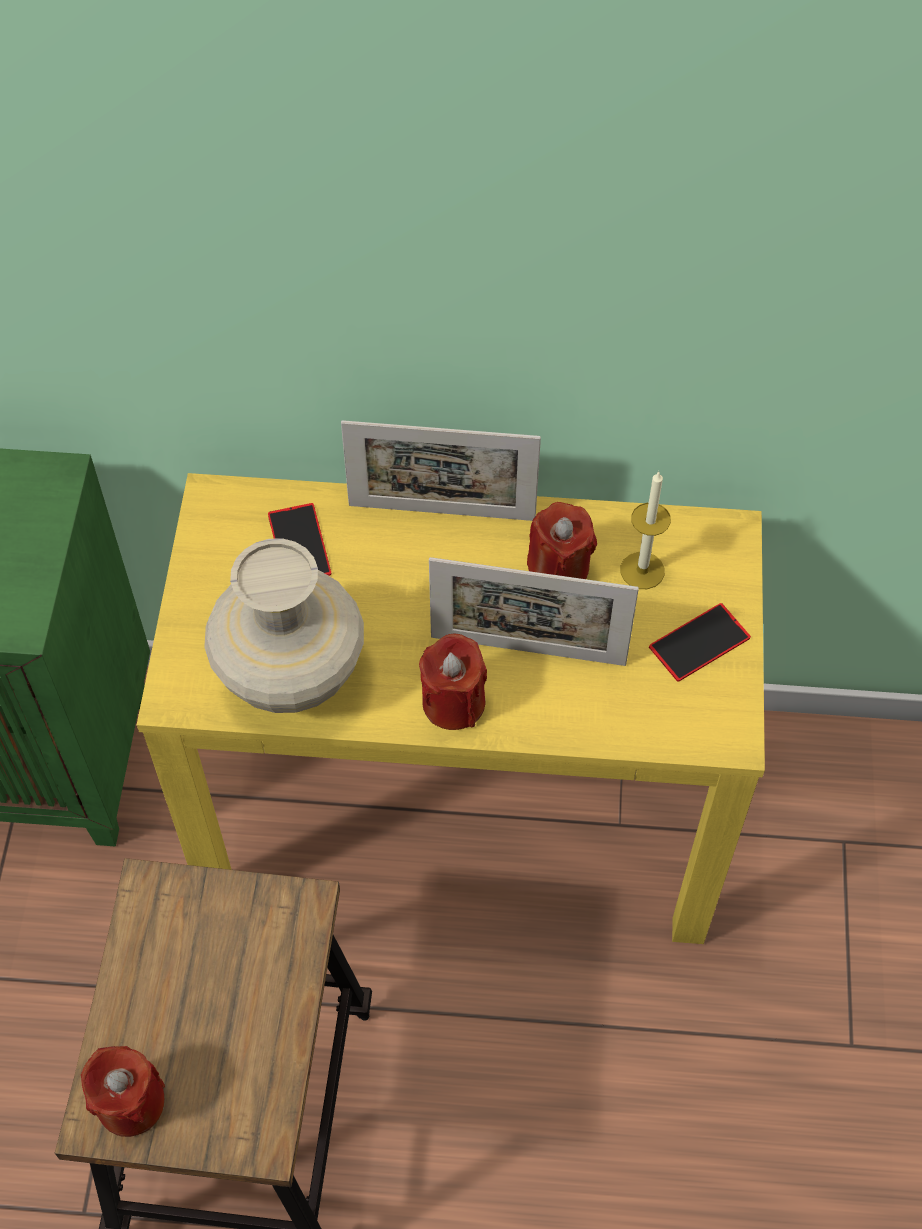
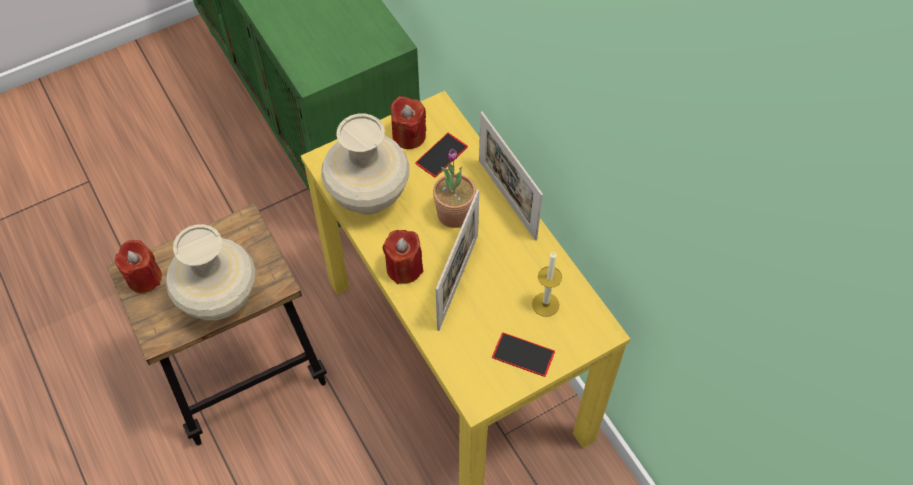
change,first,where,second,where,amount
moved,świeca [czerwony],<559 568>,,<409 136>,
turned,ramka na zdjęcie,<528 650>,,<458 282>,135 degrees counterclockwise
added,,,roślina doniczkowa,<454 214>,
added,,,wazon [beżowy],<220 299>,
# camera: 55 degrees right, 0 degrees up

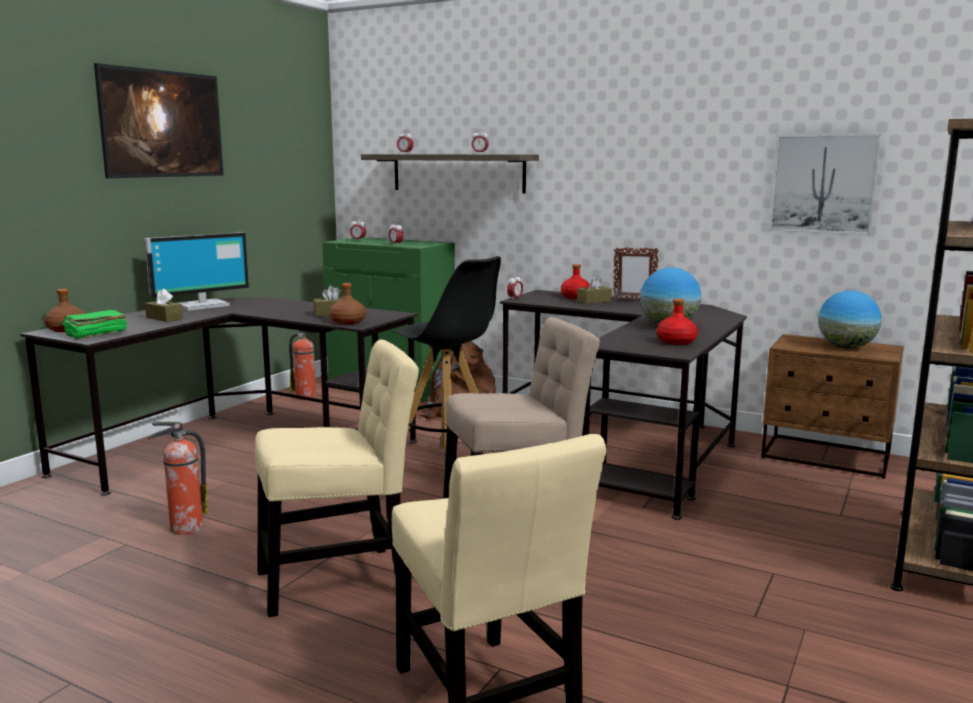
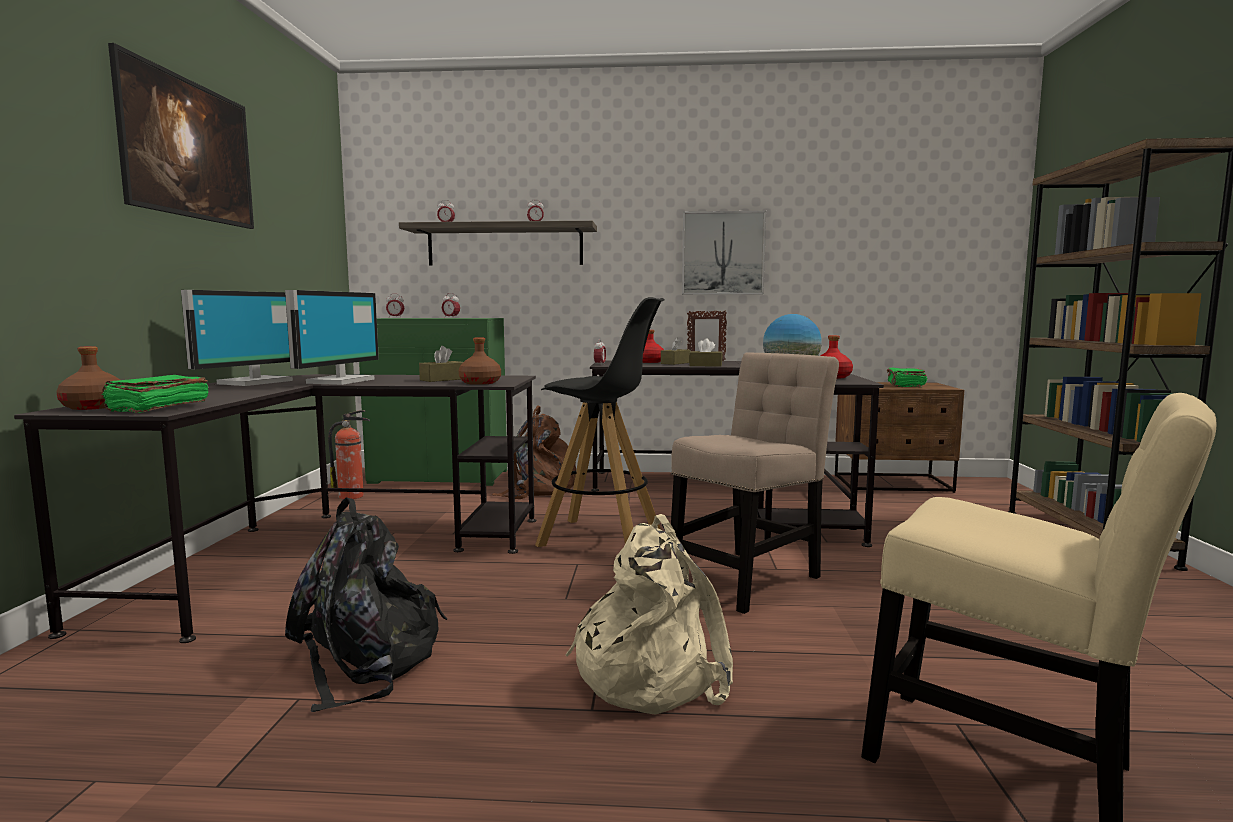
change,first,where,second,where,amount
moved,obraz,<823 184>,,<723 253>,
moved,pudełko chusteczek [brązowy],<164 318>,,<705 365>,
replaced,globus,<846 347>,książka [zielony],<905 385>,
replaced,krzesło [beżowy],<340 580>,plecak [beżowy],<651 673>,
replaced,gaśnica,<185 528>,plecak [czarny],<366 659>,
added,,,monitor,<338 381>,
# camera: 25 degrees left, 5 degrees down

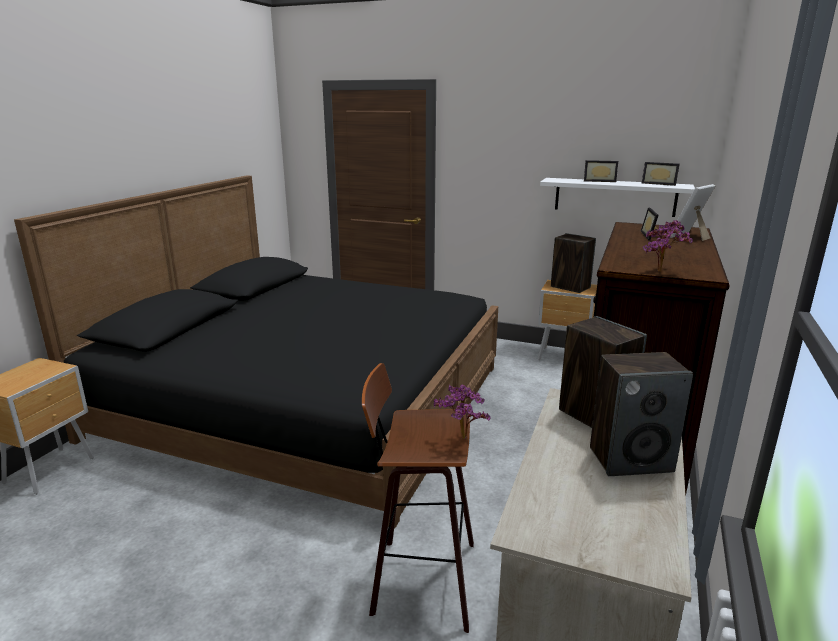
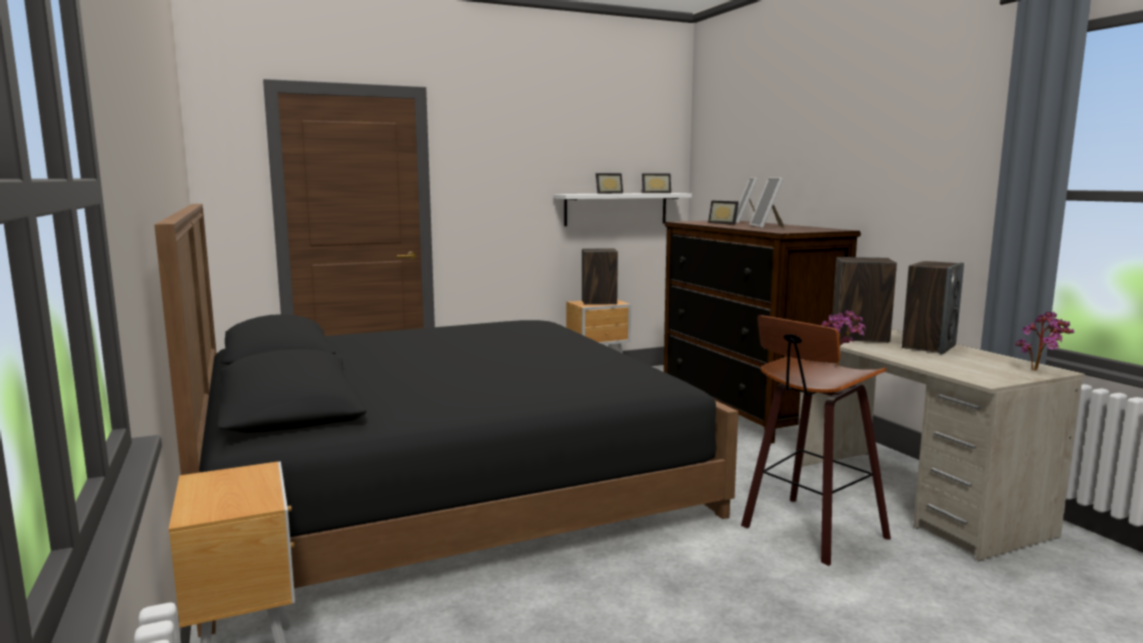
change,first,where,second,where,amount
moved,roślina doniczkowa,<662 272>,,<1039 370>,
added,,,ramka na zdjęcie,<767 226>,
# camera: 45 degrees left, 10 degrees down

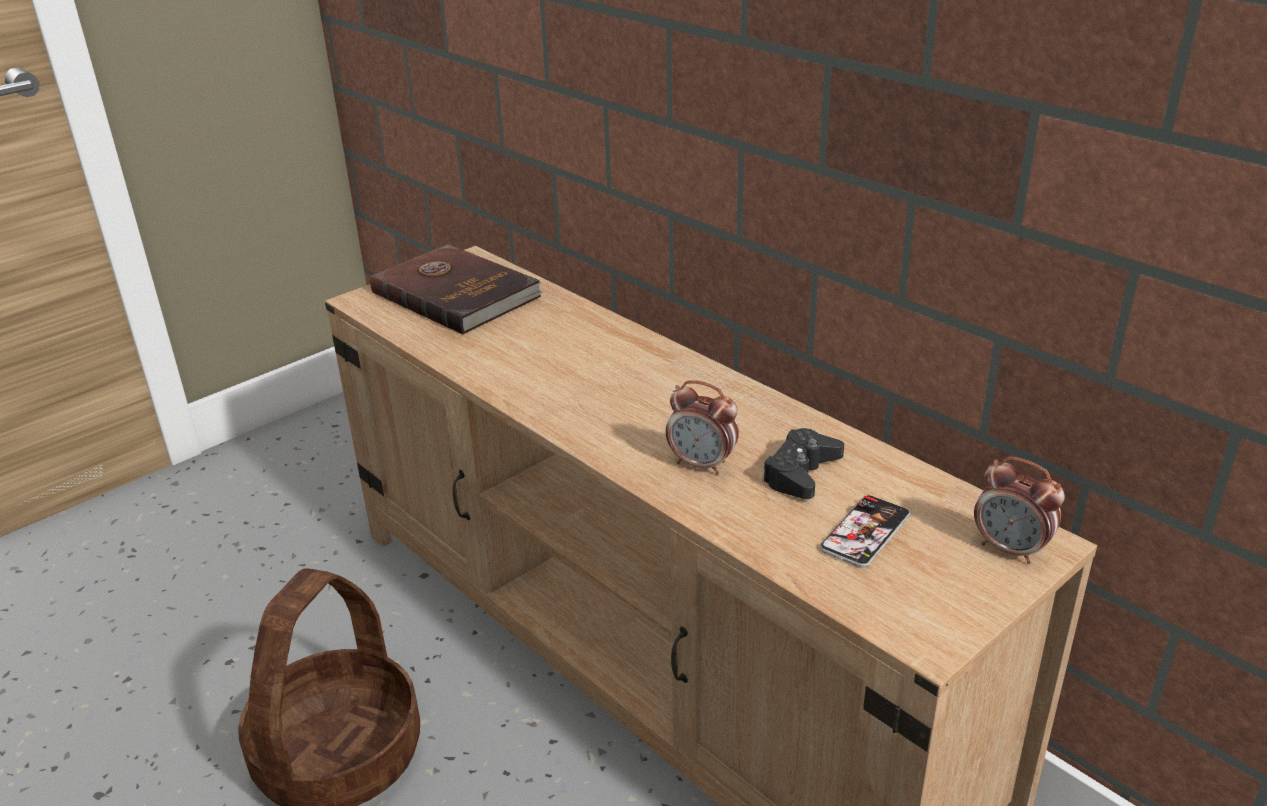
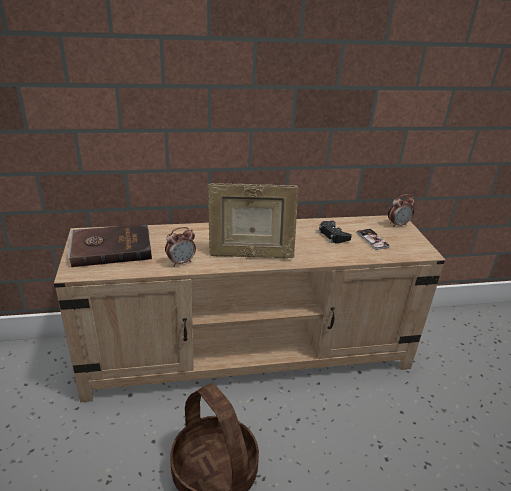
change,first,where,second,where,amount
moved,budzik,<702 464>,,<181 262>,
added,,,ramka na zdjęcie,<250 255>,
# camera: 60 degrees left, 0 degrees up

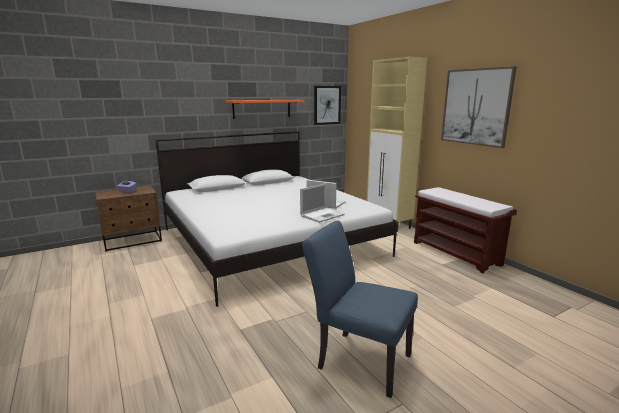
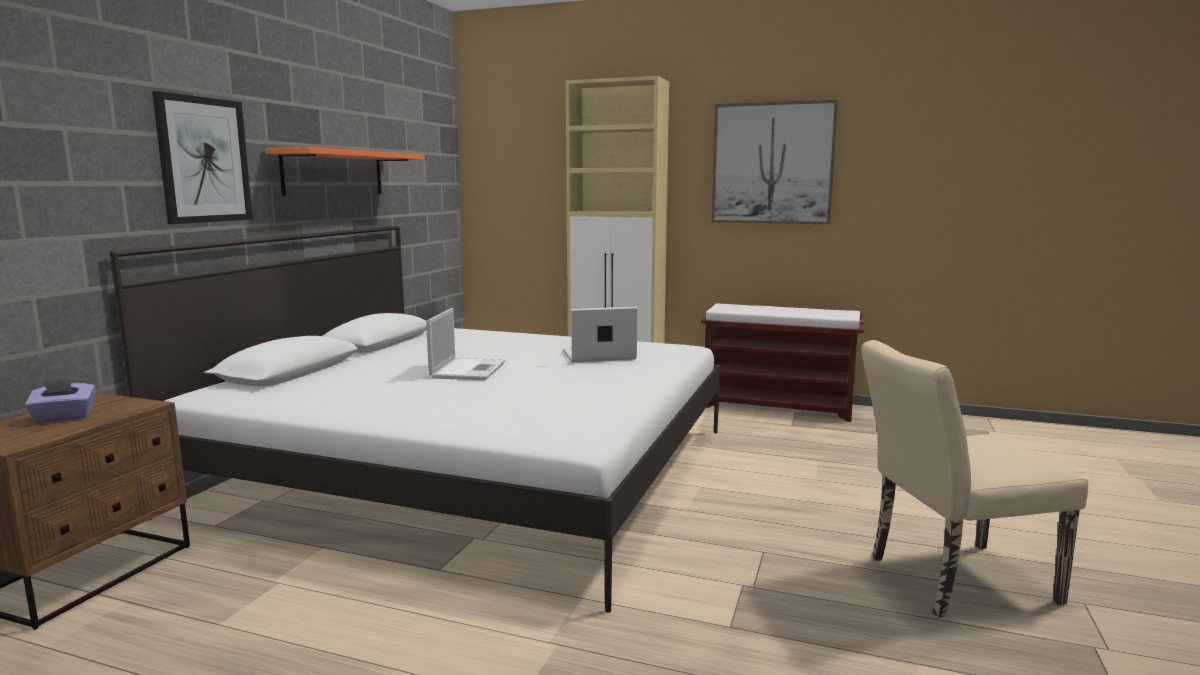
change,first,where,second,where,amount
moved,obraz,<327 105>,,<204 160>,
moved,laptop,<322 215>,,<468 370>,
recoloured,krzesło [niebieski],<357 359>,krzesło [beżowy],<949 580>,
# camera: 40 degrees left, 5 degrees down

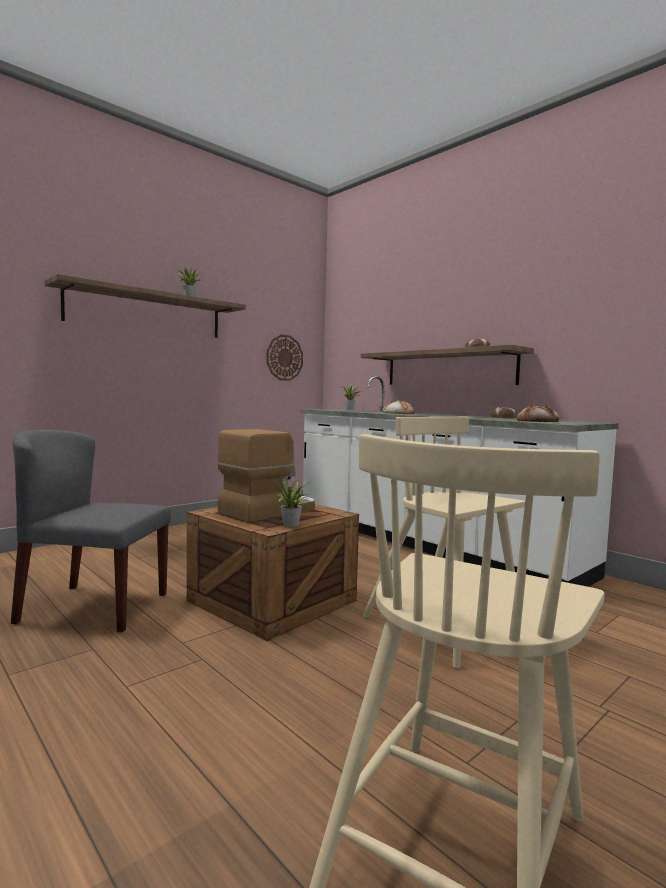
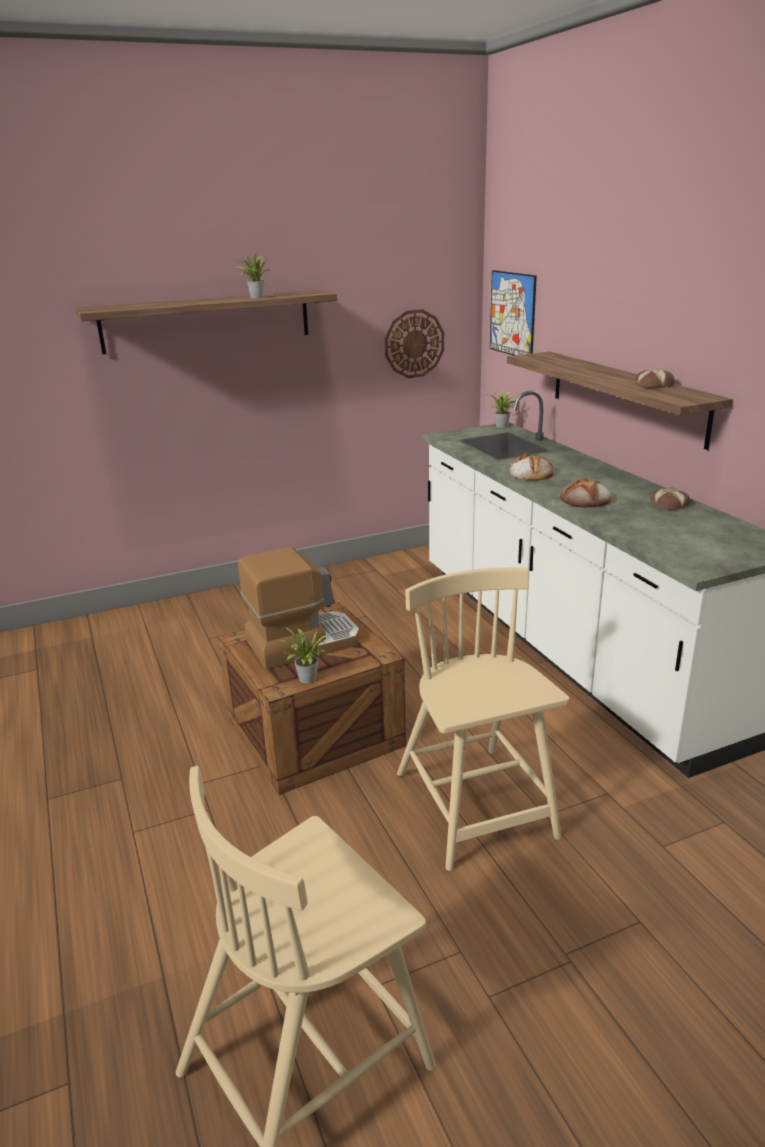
change,first,where,second,where,amount
moved,chleb,<537 421>,,<586 500>,
removed,krzesło [szary],<93 607>,,,
added,,,obraz,<512 314>,
# camera: 20 degrees right, 20 degrees up

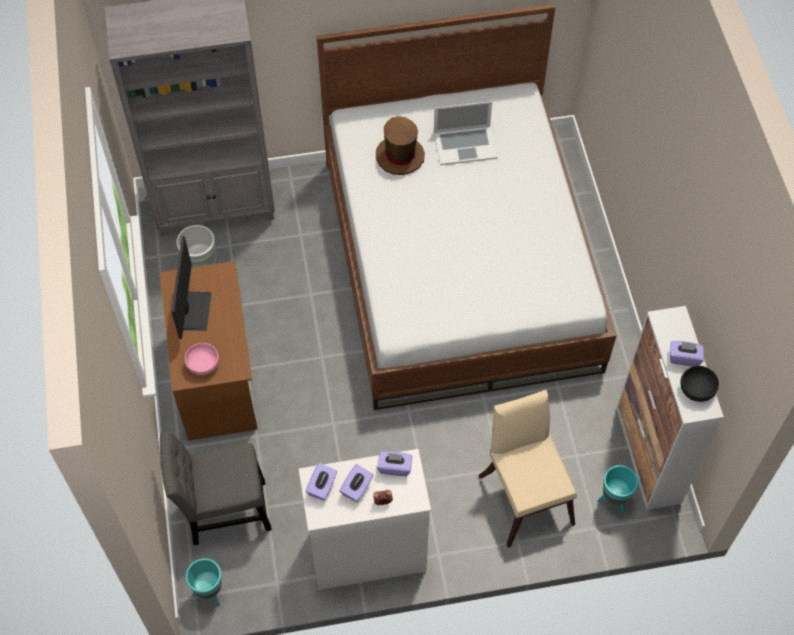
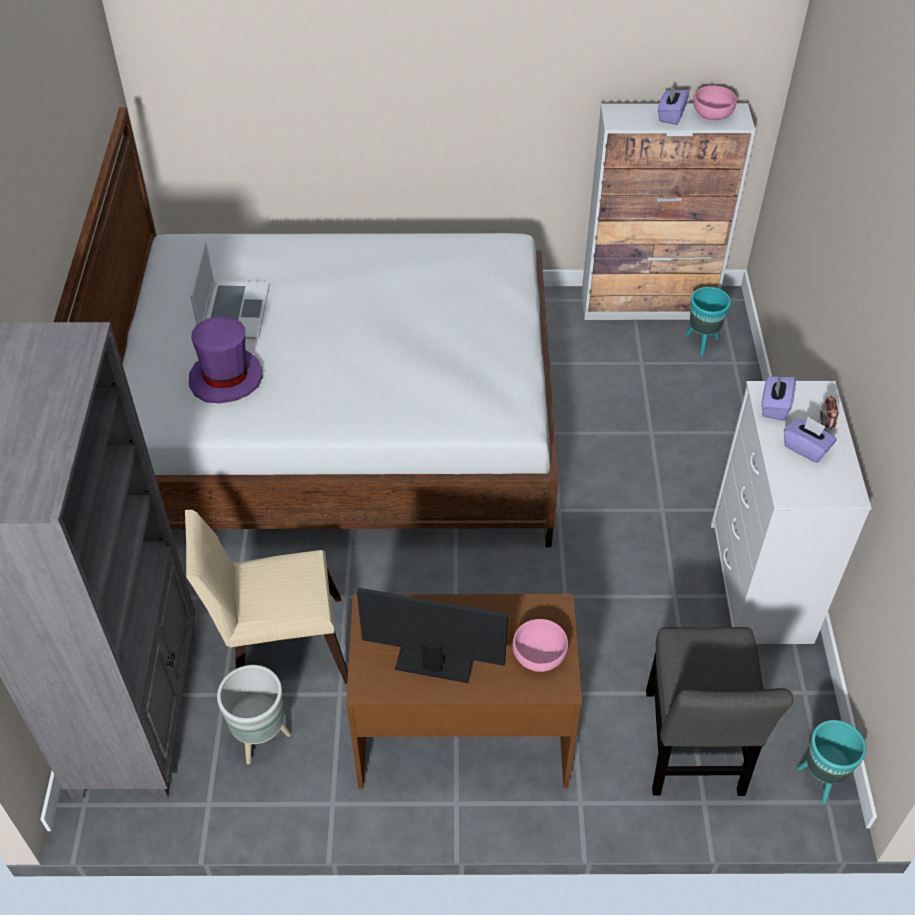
change,first,where,second,where,amount
recoloured,kapelusz [brązowy],<399 156>,kapelusz [fioletowy],<226 378>,
recoloured,miska [czarny],<697 389>,miska [różowy],<712 113>,
moved,krzesło [beżowy],<525 493>,,<278 646>,
removed,pudełko chusteczek [fioletowy],<322 487>,,,
# camera: 80 degrees left, 10 degrees down

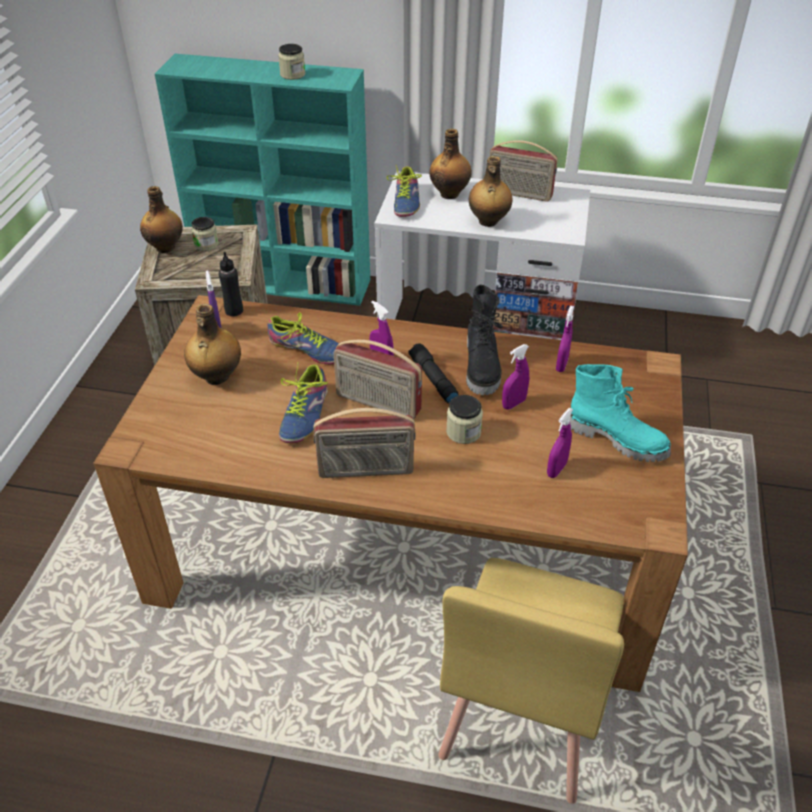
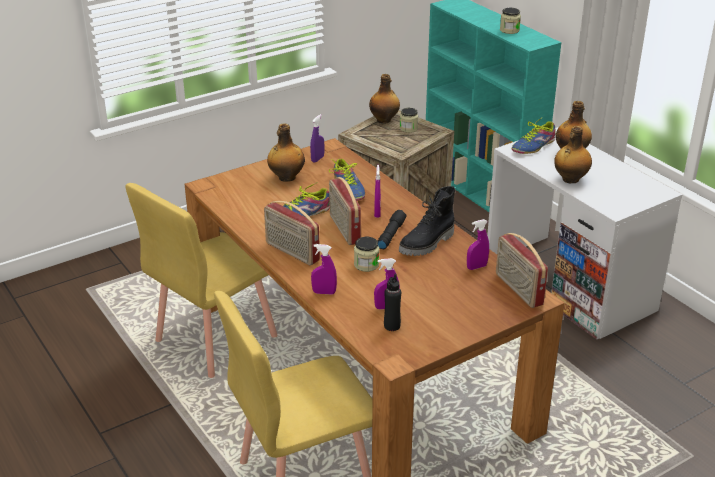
change,first,where,second,where,amount
moved,radio,<519 194>,,<518 289>,
moved,butelka [czarny],<234 311>,,<392 326>,
moved,spryskiwacz [fioletowy],<513 403>,,<324 292>,
removed,but z cholewką [turkusowy],<617 439>,,,
added,,,krzesło [żółty],<215 339>,
# camera: 45 degrees right, 10 degrees down

